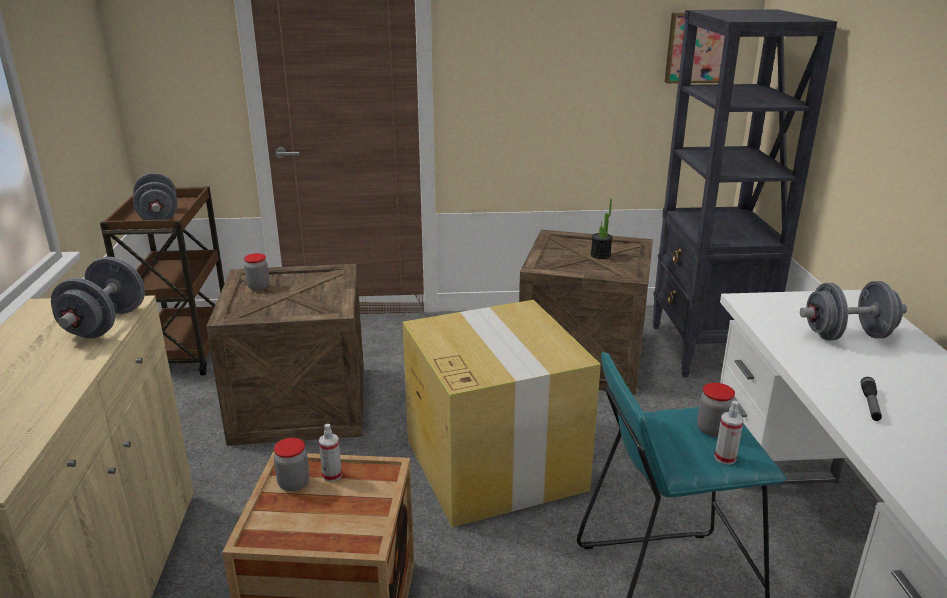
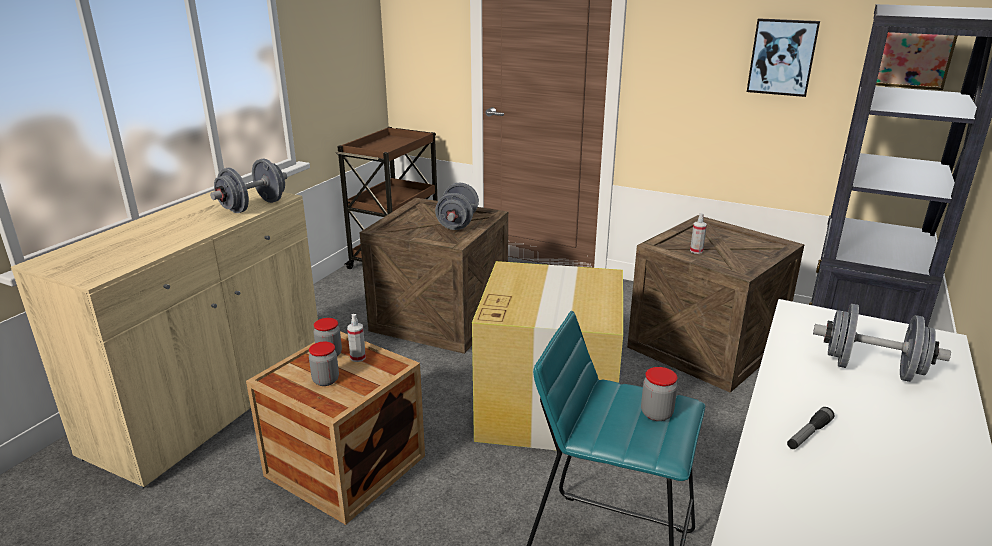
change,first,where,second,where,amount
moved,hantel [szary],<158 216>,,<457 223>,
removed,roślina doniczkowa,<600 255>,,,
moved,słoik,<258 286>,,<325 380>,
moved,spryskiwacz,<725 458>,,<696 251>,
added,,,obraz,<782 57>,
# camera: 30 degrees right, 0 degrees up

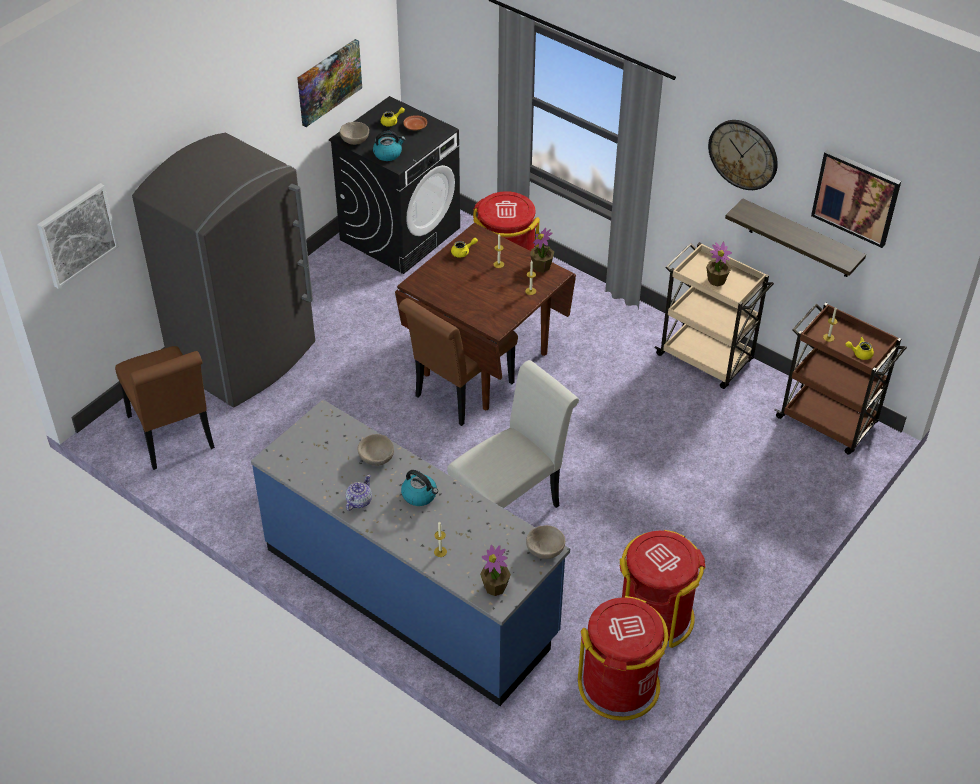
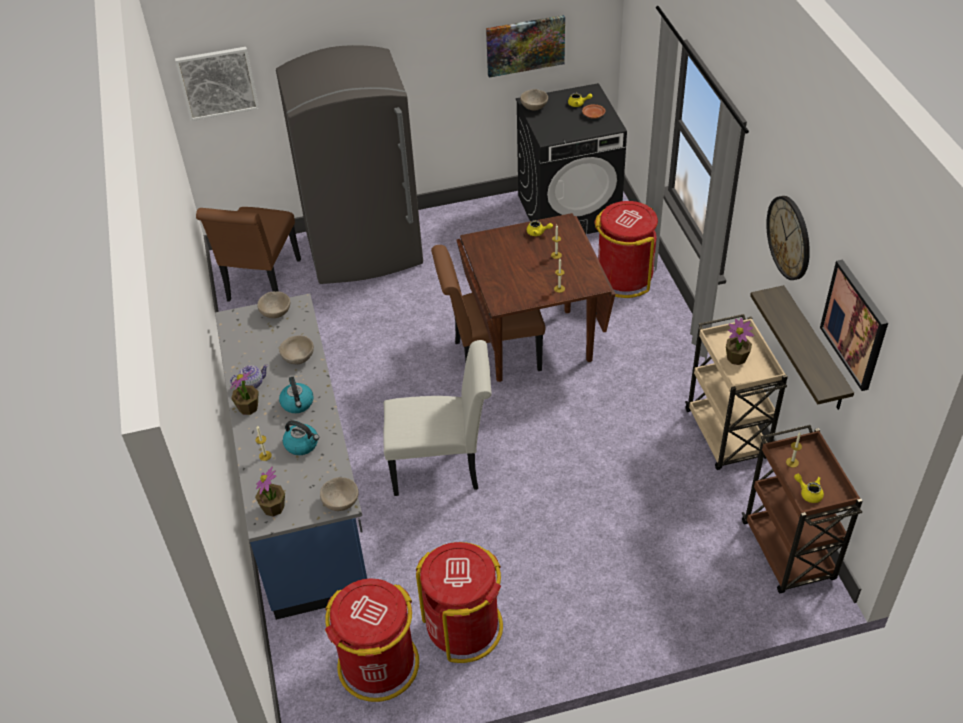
change,first,where,second,where,amount
moved,czajnik,<388 154>,,<302 444>,
moved,roślina doniczkowa,<541 266>,,<248 408>,
added,,,miska [beżowy],<276 312>,
# camera: 40 degrees right, 0 degrees up

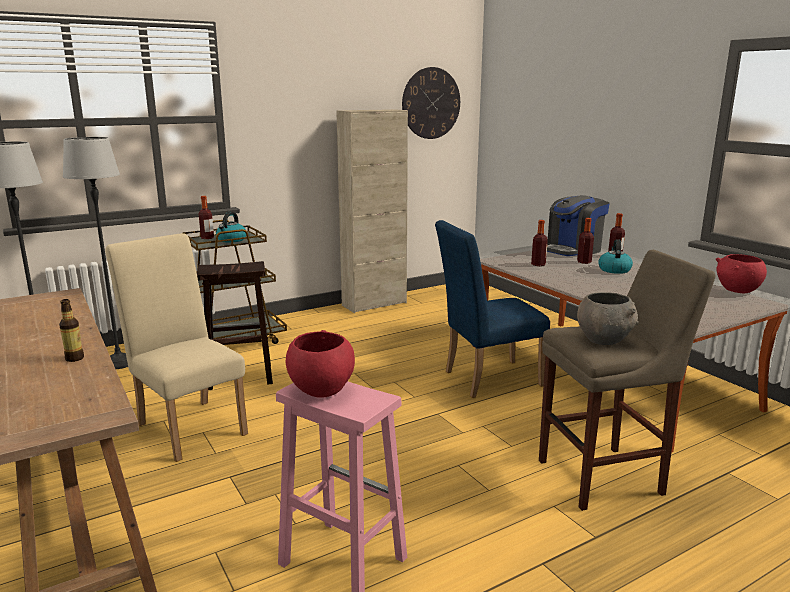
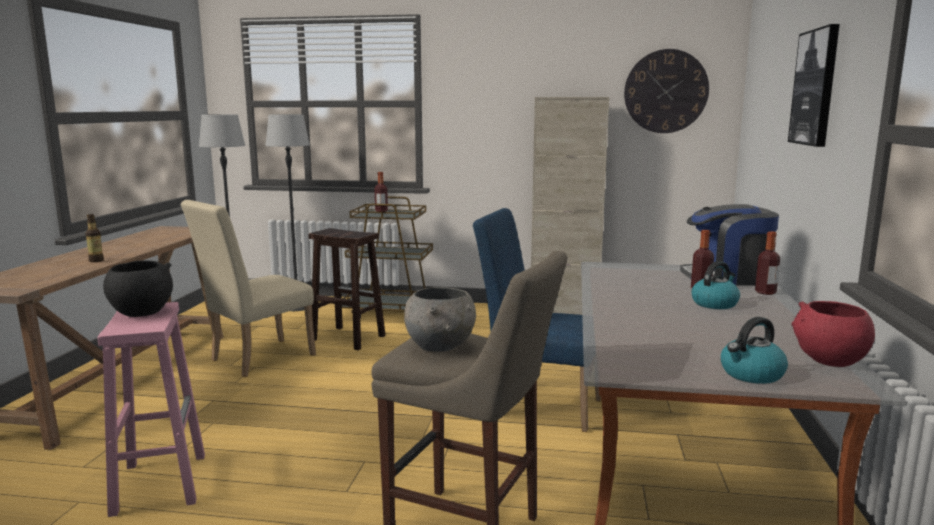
change,first,where,second,where,amount
moved,czajnik,<231 240>,,<751 374>,
removed,butelka,<538 264>,,,
turned,krzesło [beżowy],<189 425>,,<256 359>,135 degrees counterclockwise
recoloured,miska [czerwony],<321 390>,miska [czarny],<141 312>,
added,,,obraz,<815 87>,
# camera: 40 degrees right, 5 degrees down

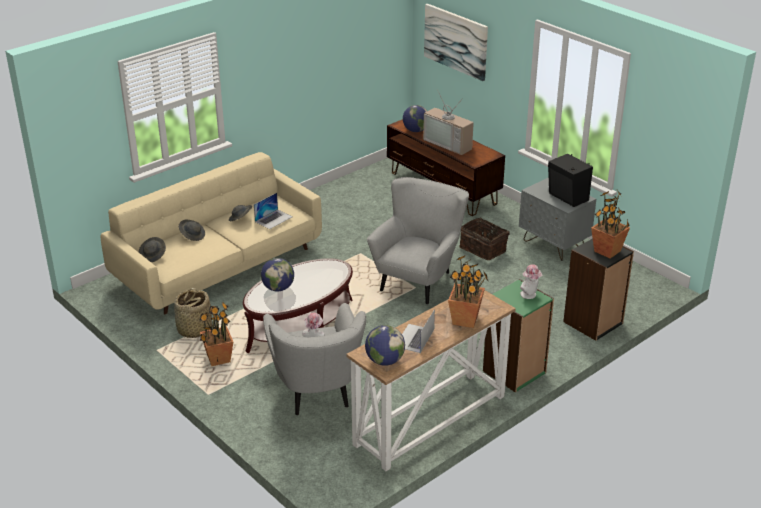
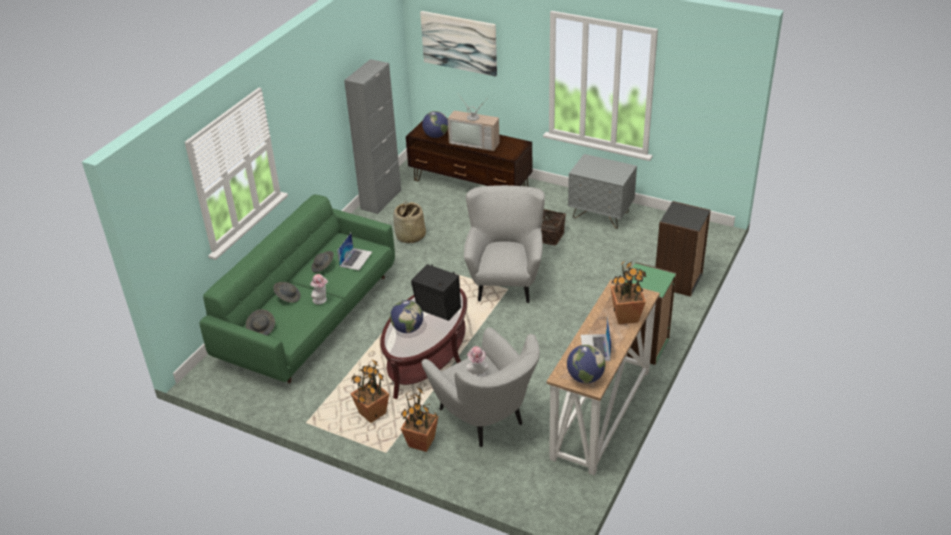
change,first,where,second,where,amount
recoloured,kanapa [beżowy],<219 265>,kanapa [zielony],<310 317>,
moved,głośnik [czarny],<567 197>,,<438 310>,
moved,roślina doniczkowa,<607 251>,,<421 443>,
moved,kapelusz,<530 295>,,<321 300>,
moved,koszyk,<194 329>,,<410 236>,
added,,,szafka [szary],<381 199>,
# camera: 20 degrees left, 5 degrees up

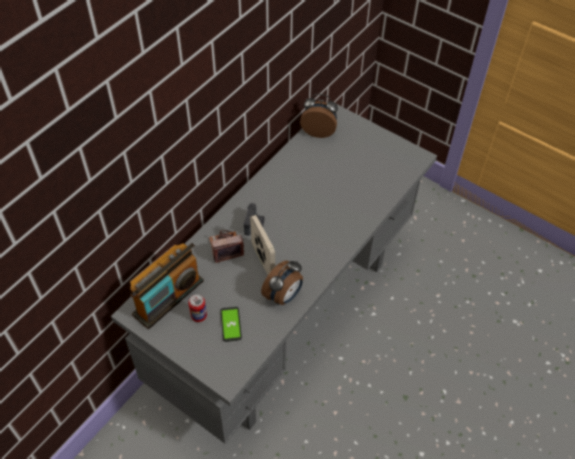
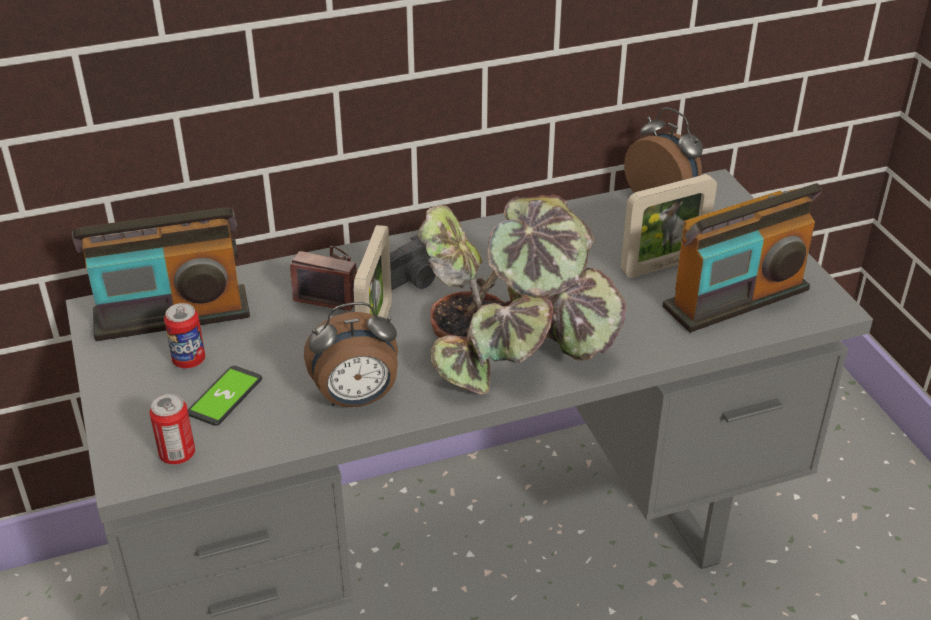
change,first,where,second,where,amount
added,,,ramka na zdjęcie,<663 265>,
added,,,radio,<736 299>,
added,,,roślina doniczkowa,<514 345>,
added,,,puszka,<177 454>,
# camera: 35 degrees right, 15 degrees down

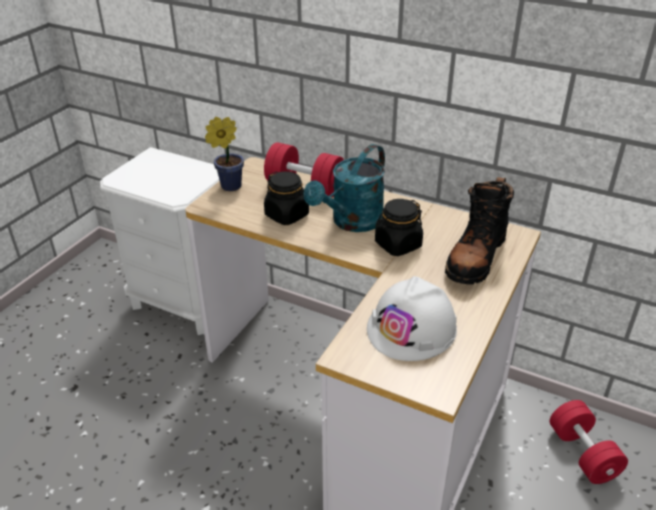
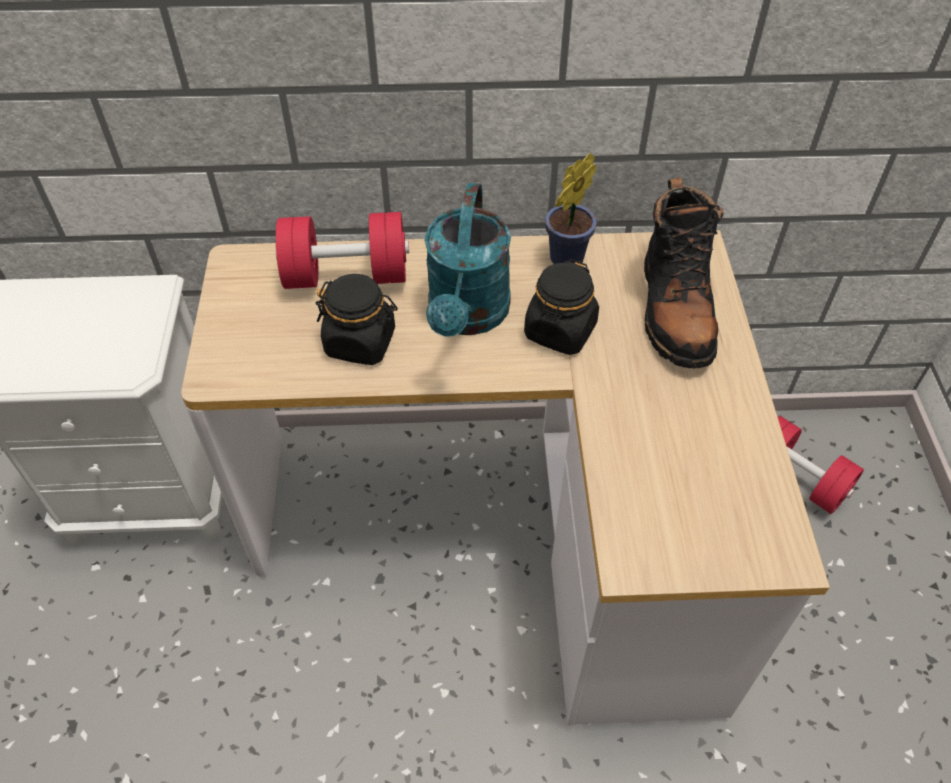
change,first,where,second,where,amount
moved,roślina doniczkowa,<228 186>,,<563 260>,
removed,kask [biały],<412 328>,,,
# camera: 30 degrees left, 15 degrees up

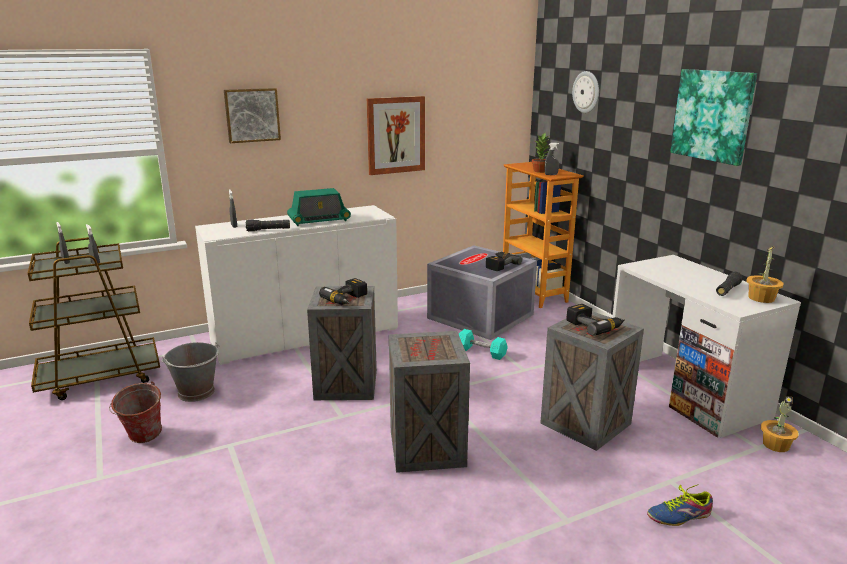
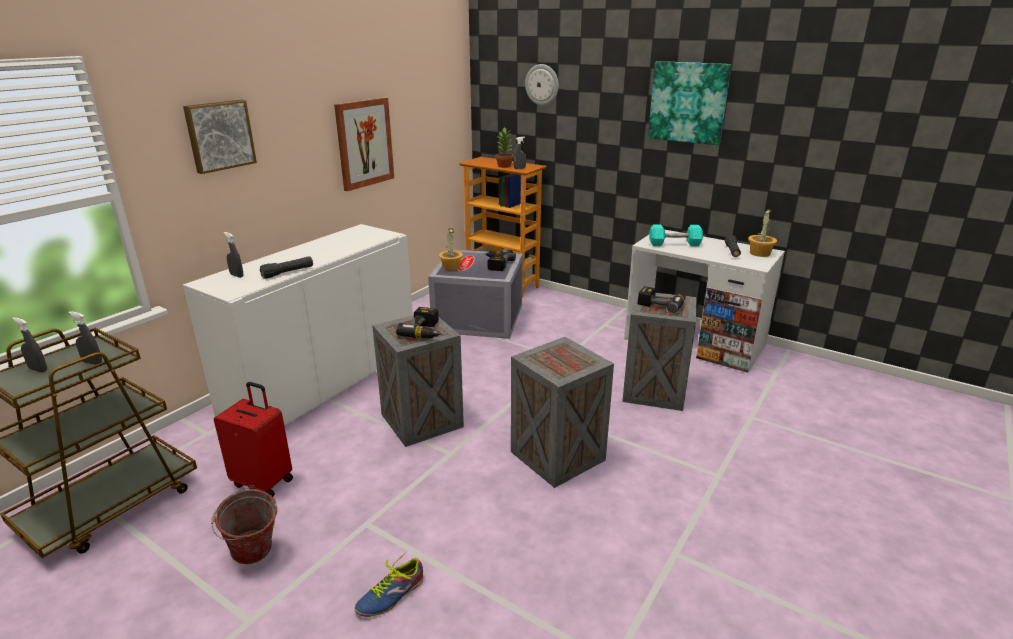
change,first,where,second,where,amount
removed,radio,<319 220>,,,
moved,hantel [turkusowy],<481 352>,,<674 244>,
replaced,wiadro [szary],<197 392>,walizka [czerwony],<264 481>,
moved,roślina doniczkowa,<775 444>,,<451 267>,
moved,but,<679 516>,,<391 595>,
# camera: 30 degrees left, 5 degrees up

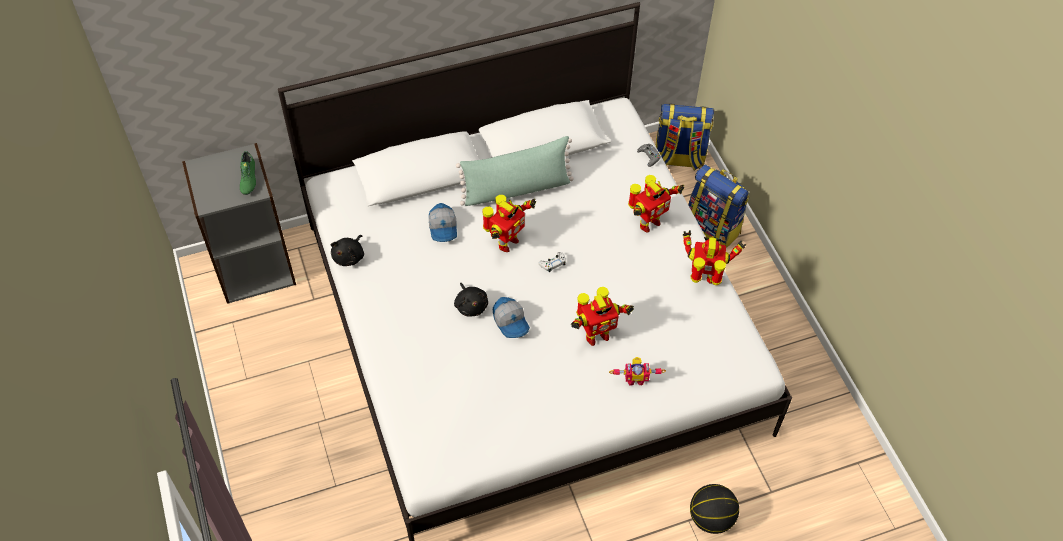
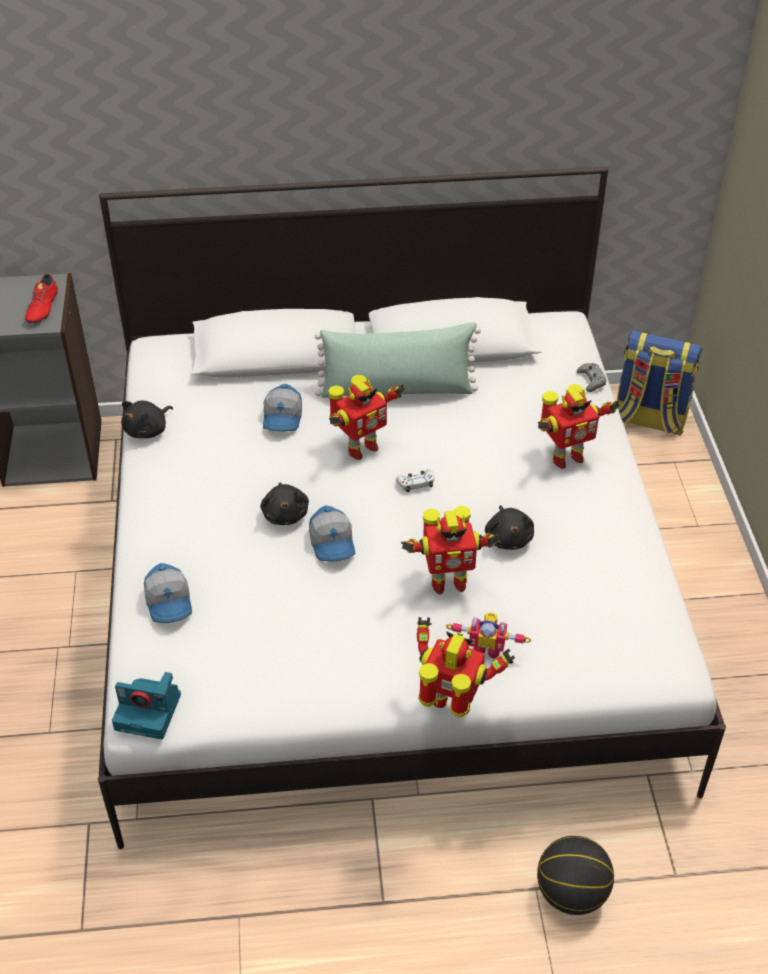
change,first,where,second,where,amount
recoloured,but [zielony],<248 179>,but [czerwony],<42 308>,
removed,plecak,<713 228>,,,
moved,robot zabawkowy,<704 280>,,<451 707>,
added,,,pluszak [czarny],<508 538>,
added,,,czapka z daszkiem,<170 602>,
added,,,aparat fotograficzny,<149 711>,
# camera: 15 degrees right, 10 degrees down

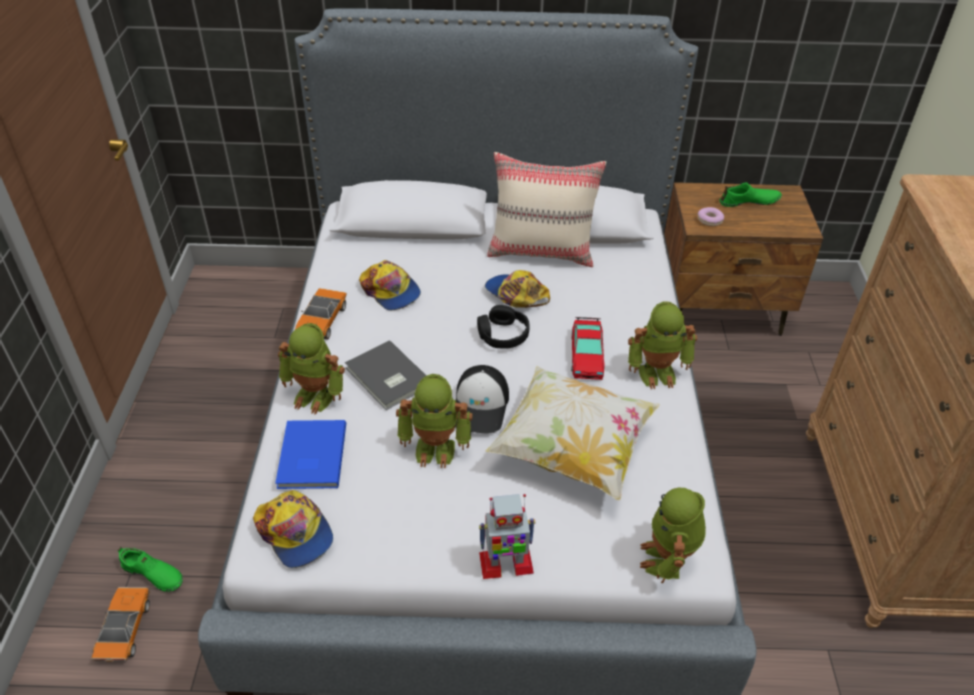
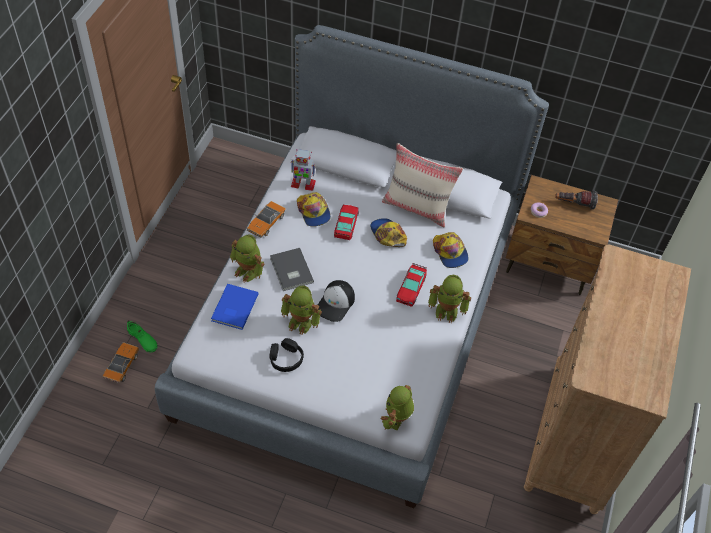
change,first,where,second,where,amount
replaced,but [zielony],<749 202>,latarka,<574 204>,
moved,słuchawki [czarny],<503 335>,,<286 358>,
removed,poduszka,<572 450>,,,
moved,czapka z daszkiem,<295 533>,,<450 252>,
moved,robot zabawkowy,<505 563>,,<302 184>,
added,,,samochodzik,<346 225>,
# camera: 15 degrees right, 10 degrees up

